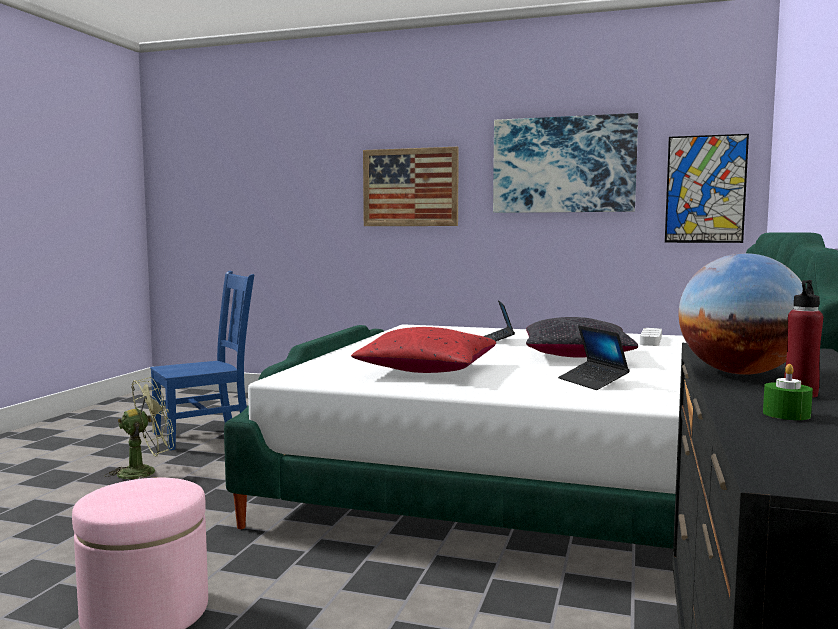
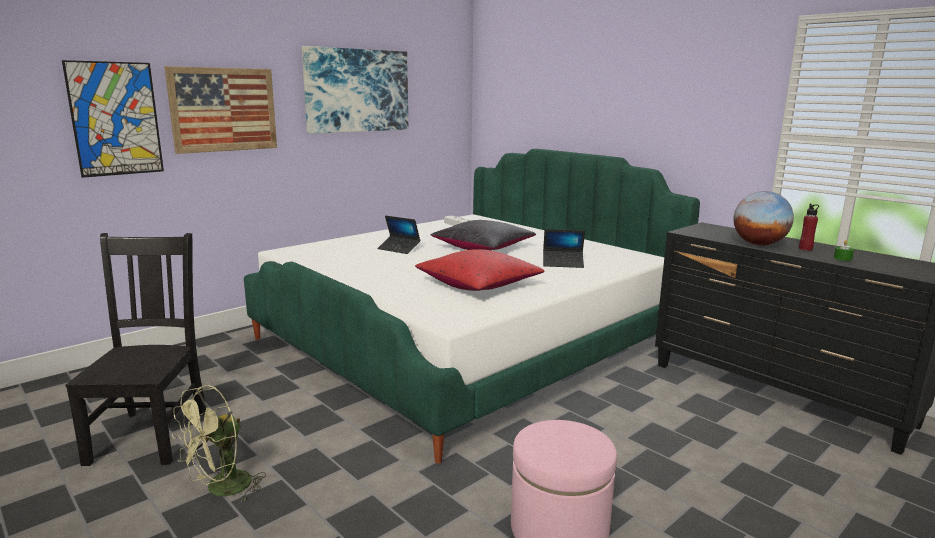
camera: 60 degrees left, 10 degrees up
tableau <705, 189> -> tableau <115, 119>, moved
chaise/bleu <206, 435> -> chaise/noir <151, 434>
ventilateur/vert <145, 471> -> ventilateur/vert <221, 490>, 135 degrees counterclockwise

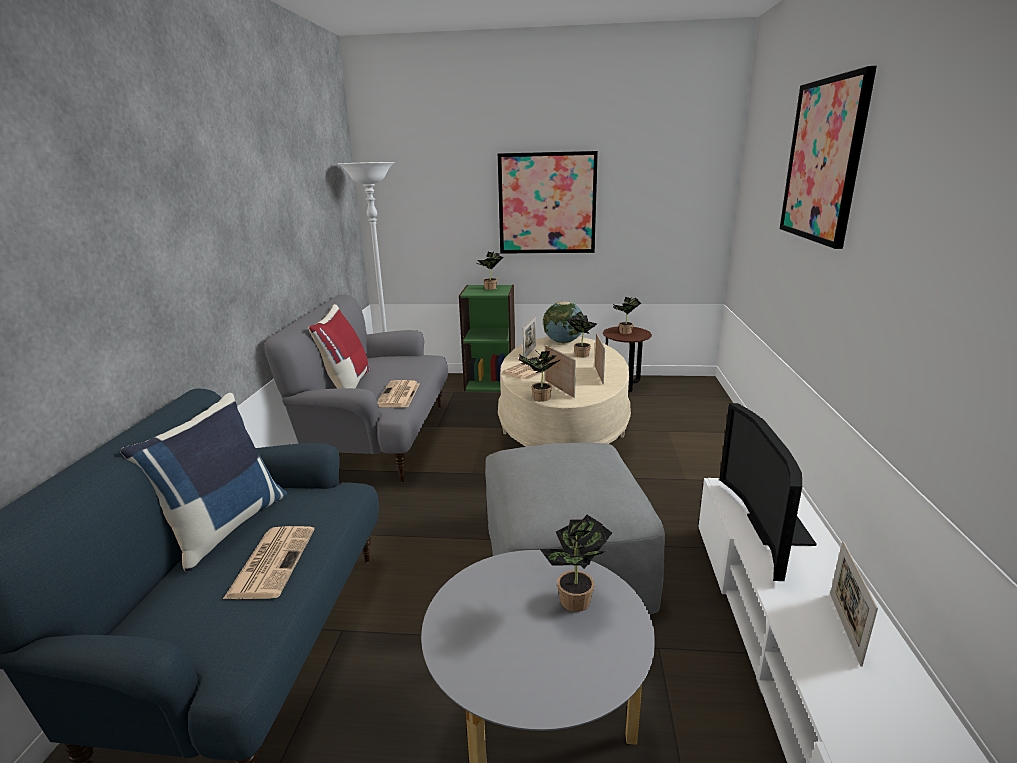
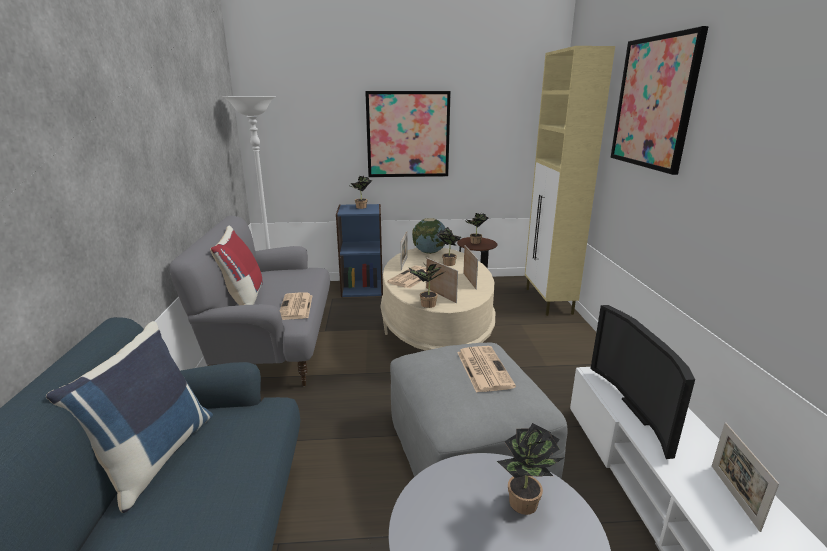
camera: 10 degrees left, 0 degrees up
bibliothèque/vert <490, 382> -> bibliothèque/bleu <362, 288>
journal <272, 561> -> journal <483, 368>, moved
none -> meuble de rangement/beige <548, 301>

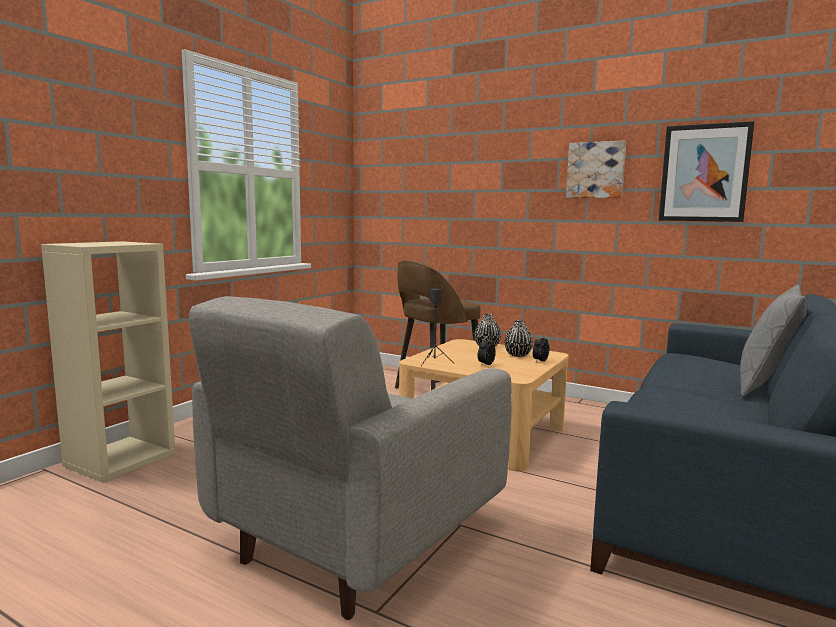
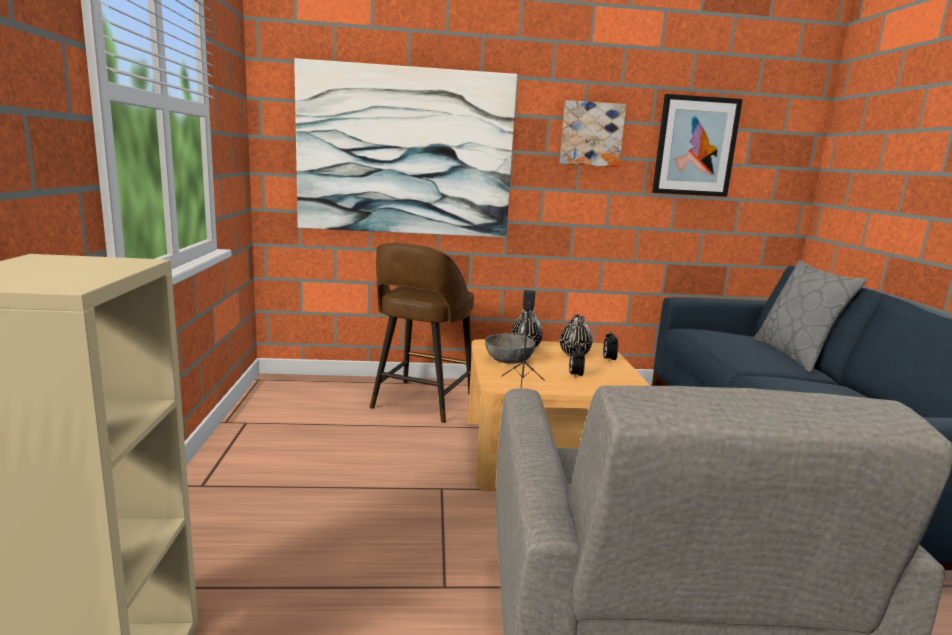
camera: 35 degrees left, 5 degrees up
none -> tableau <405, 152>
none -> bol/gris <508, 360>

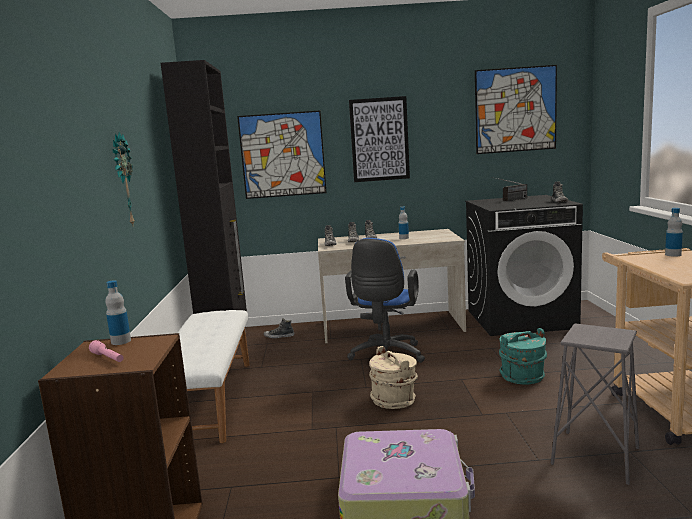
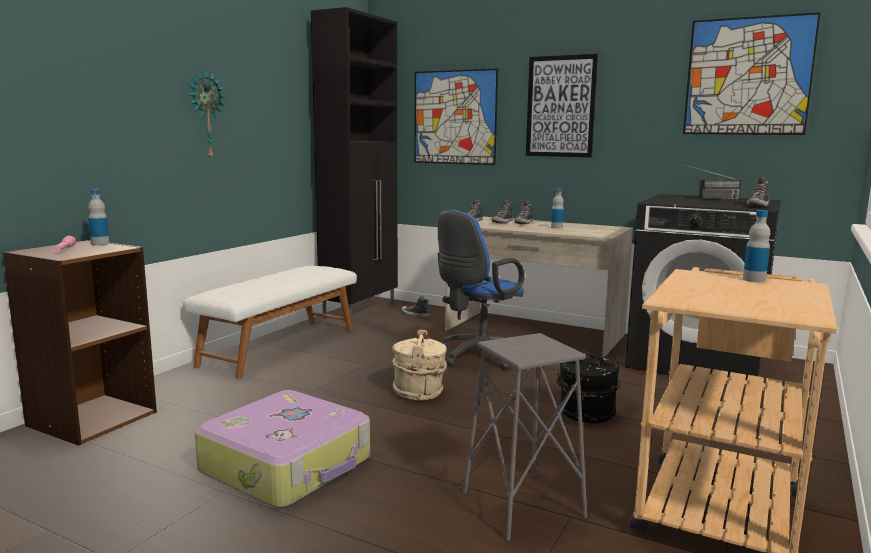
camera: 30 degrees right, 0 degrees up
seau/turquoise <522, 377> -> seau/noir <586, 413>

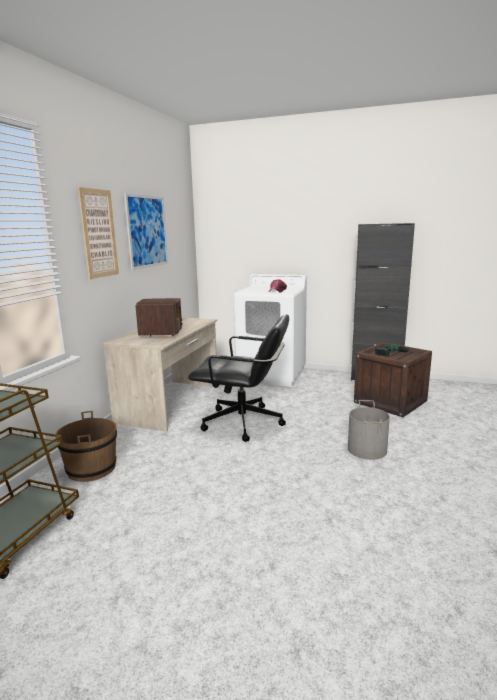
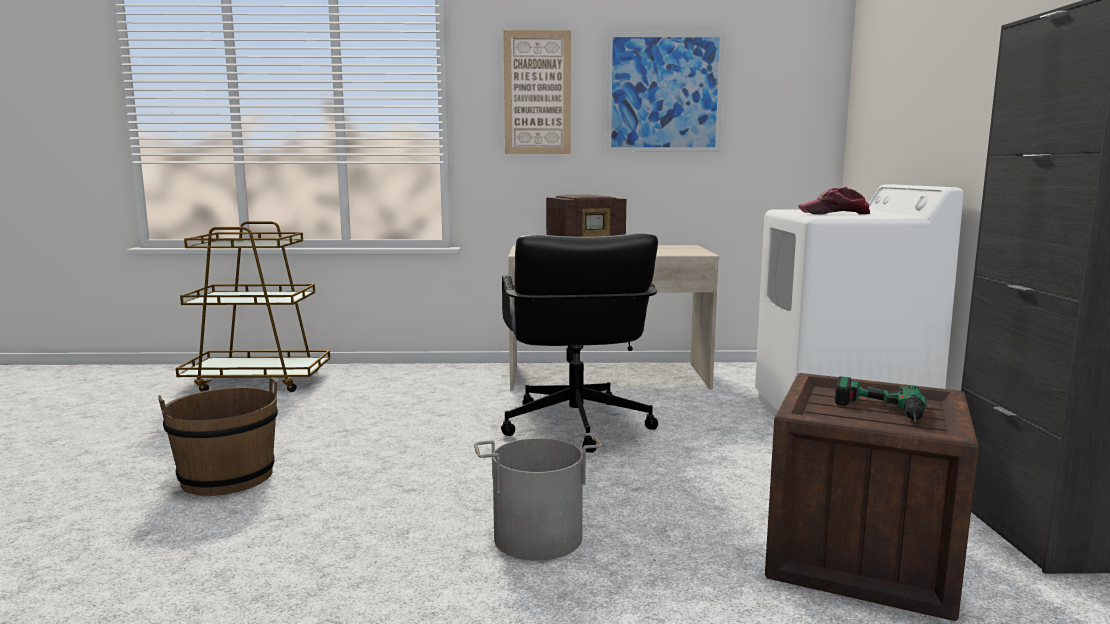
camera: 70 degrees right, 5 degrees down
seau/marron <91, 469> -> seau/marron <227, 477>, moved

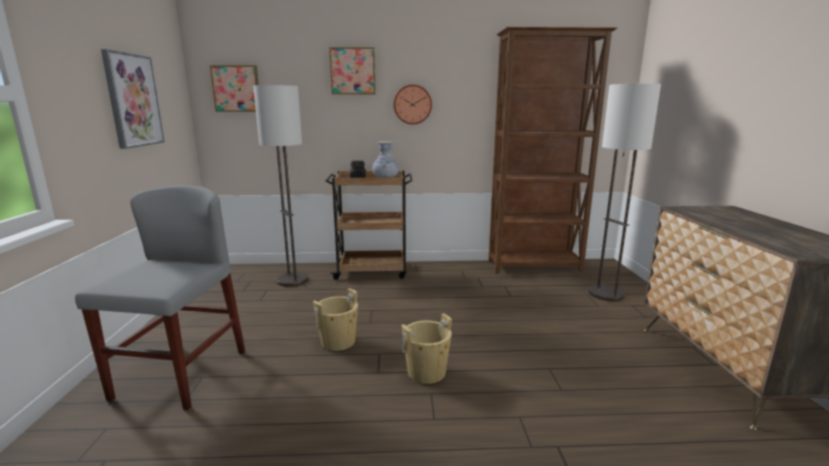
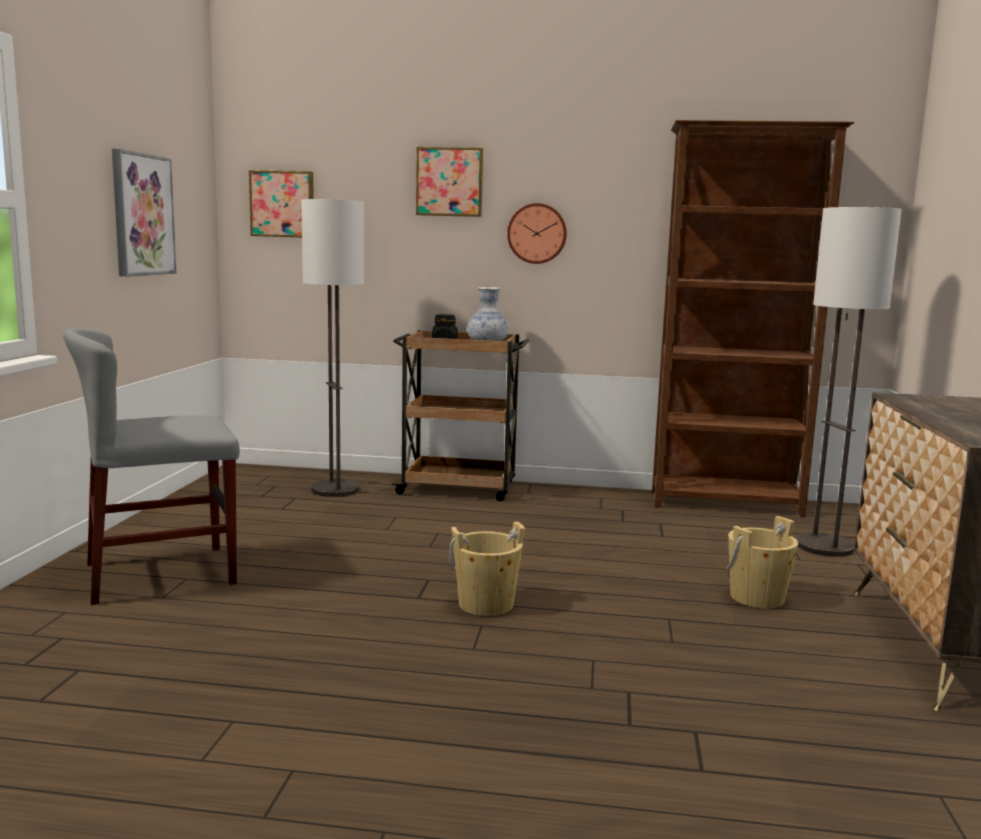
camera: 10 degrees right, 5 degrees down
chaise/gris <181, 374> -> chaise/gris <161, 573>, 135 degrees counterclockwise
seau/beige <338, 341> -> seau/beige <757, 597>, moved

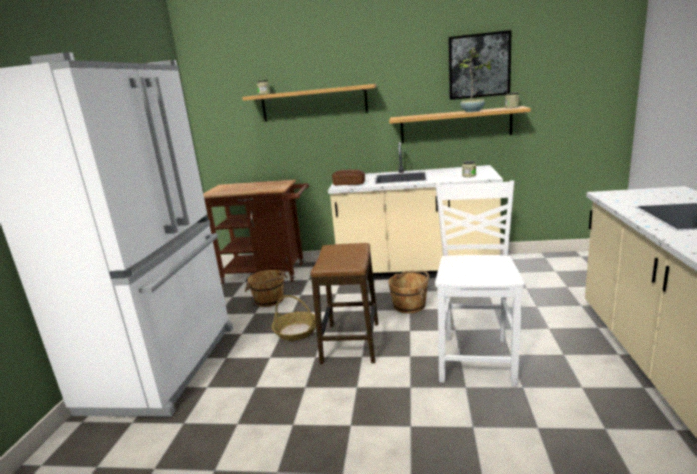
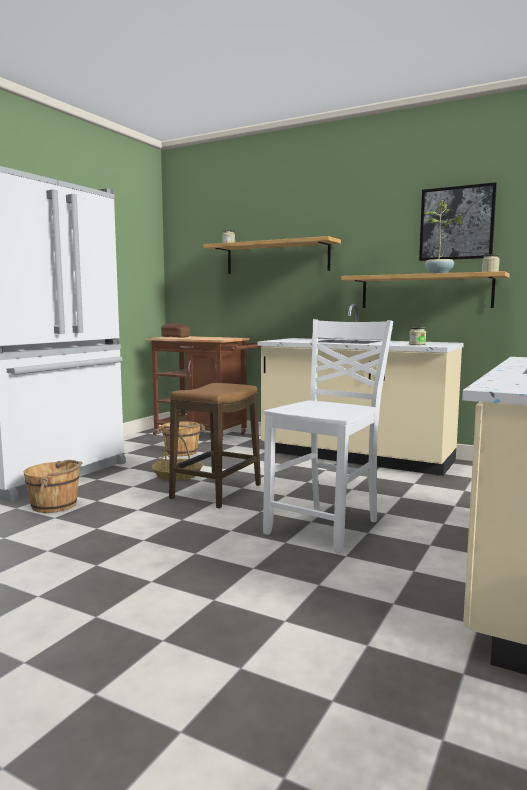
camera: 20 degrees right, 10 degrees down
seau/marron <410, 305> -> seau/marron <55, 505>, moved
pain <349, 184> -> pain <175, 337>, moved

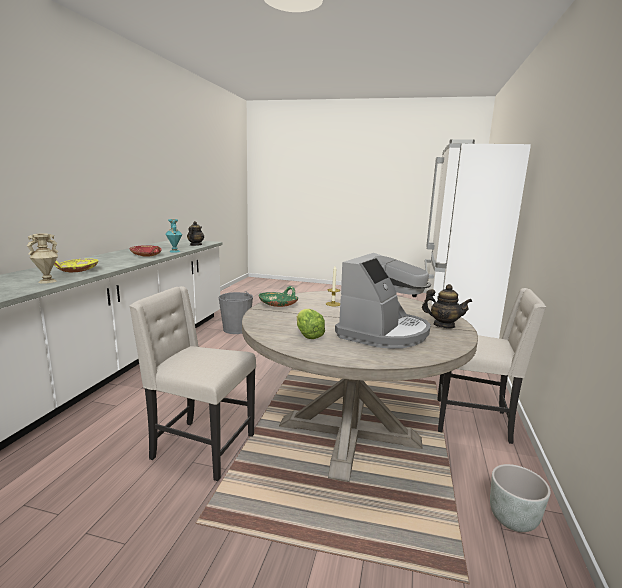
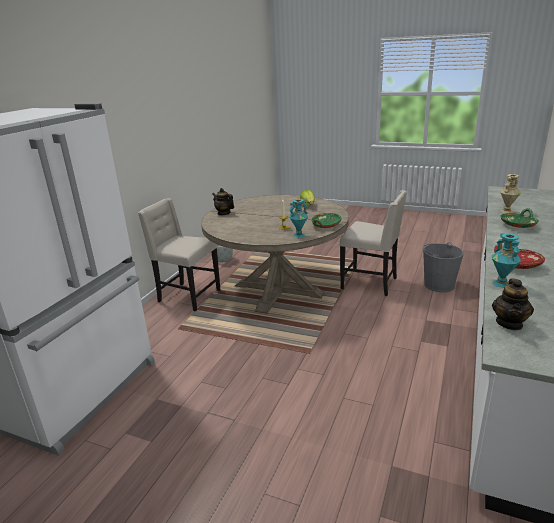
camera: 170 degrees left, 10 degrees up
none -> vase/turquoise <299, 235>
seau/gris <236, 329> -> seau/gris <438, 285>, moved
bol/jaune <77, 271> -> bol/vert <518, 225>
machine à café <383, 333> -> none

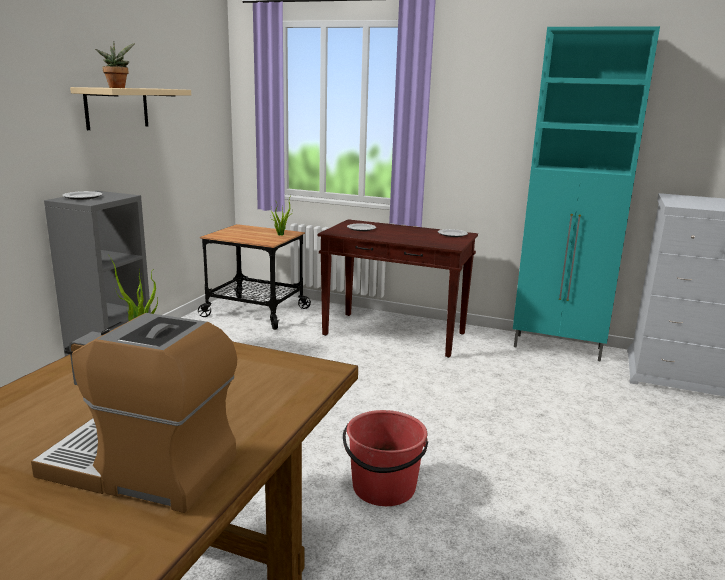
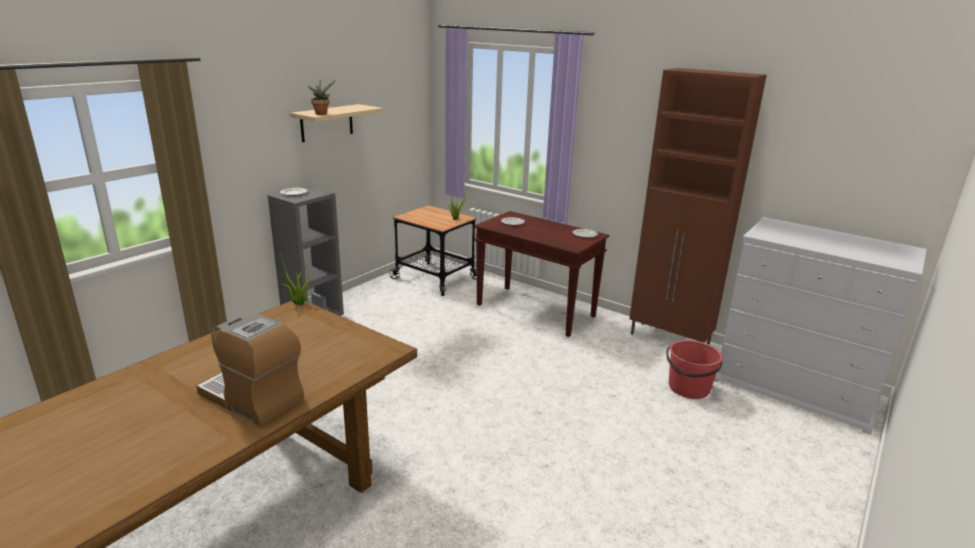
camera: 15 degrees right, 5 degrees up
meuble de rangement/turquoise <558, 348> -> meuble de rangement/marron <670, 340>
seau/rouge <383, 488> -> seau/rouge <688, 388>, moved

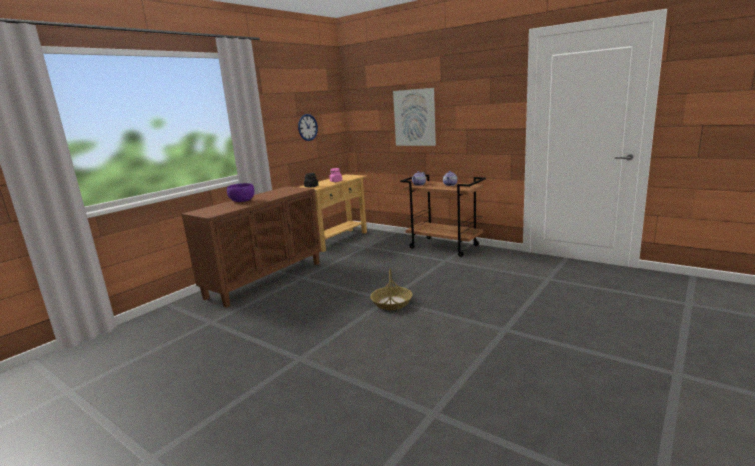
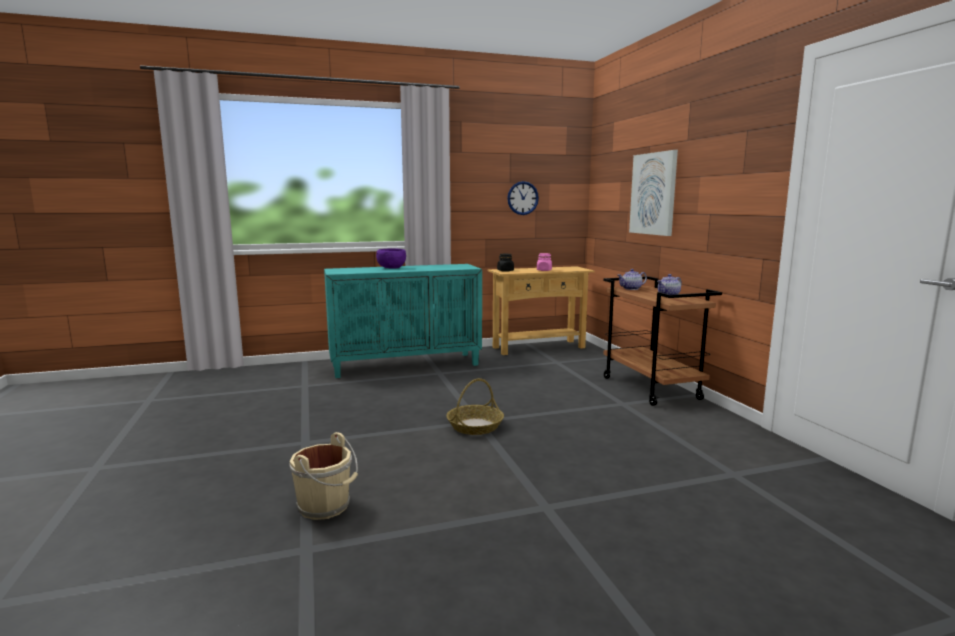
camera: 35 degrees right, 5 degrees down
none -> seau/beige <326, 506>
meuble de rangement/marron <265, 279> -> meuble de rangement/turquoise <406, 365>

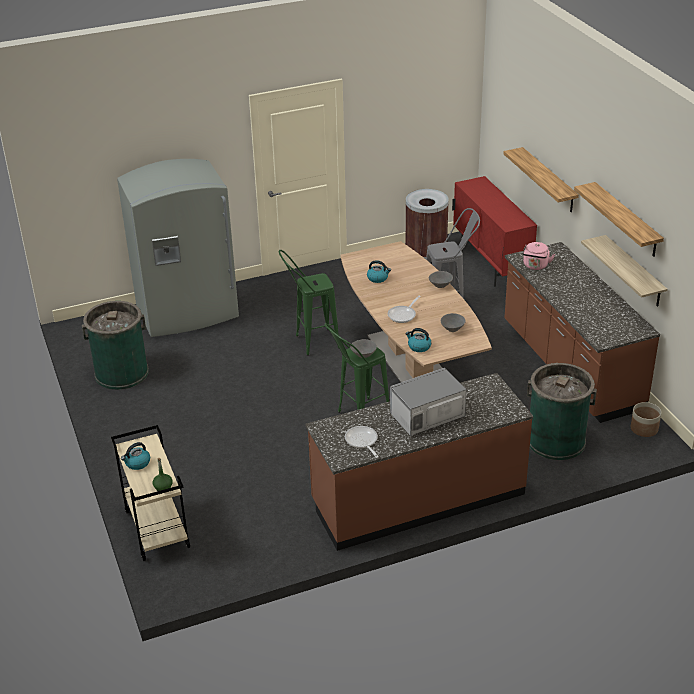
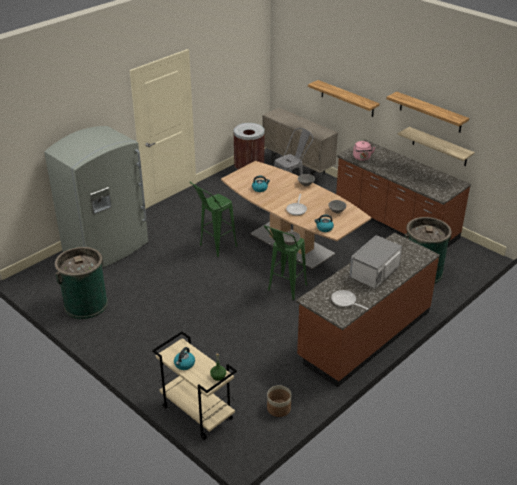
camera: 25 degrees left, 0 degrees up
meuble de rangement/rouge <491, 265> -> meuble de rangement/beige <297, 168>
cache-pot <644, 429> -> cache-pot <278, 408>, moved

